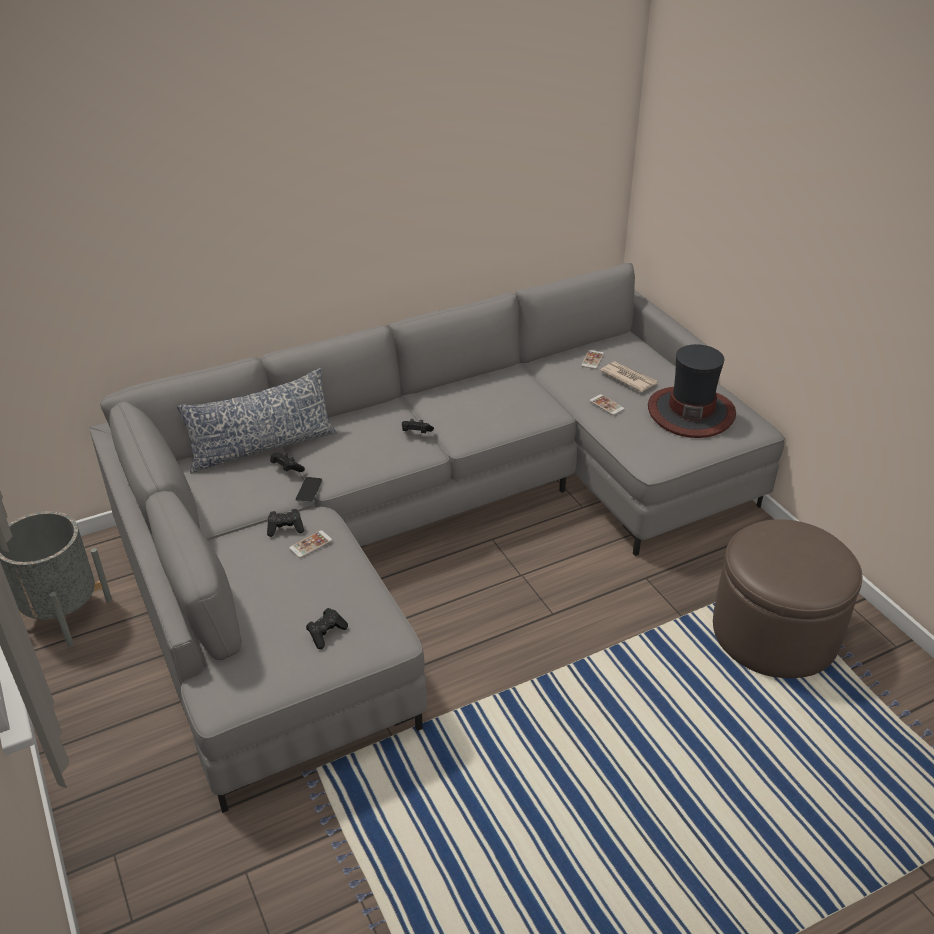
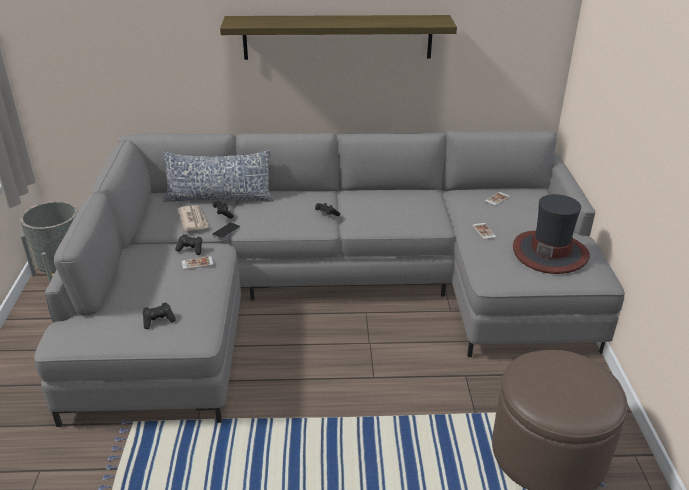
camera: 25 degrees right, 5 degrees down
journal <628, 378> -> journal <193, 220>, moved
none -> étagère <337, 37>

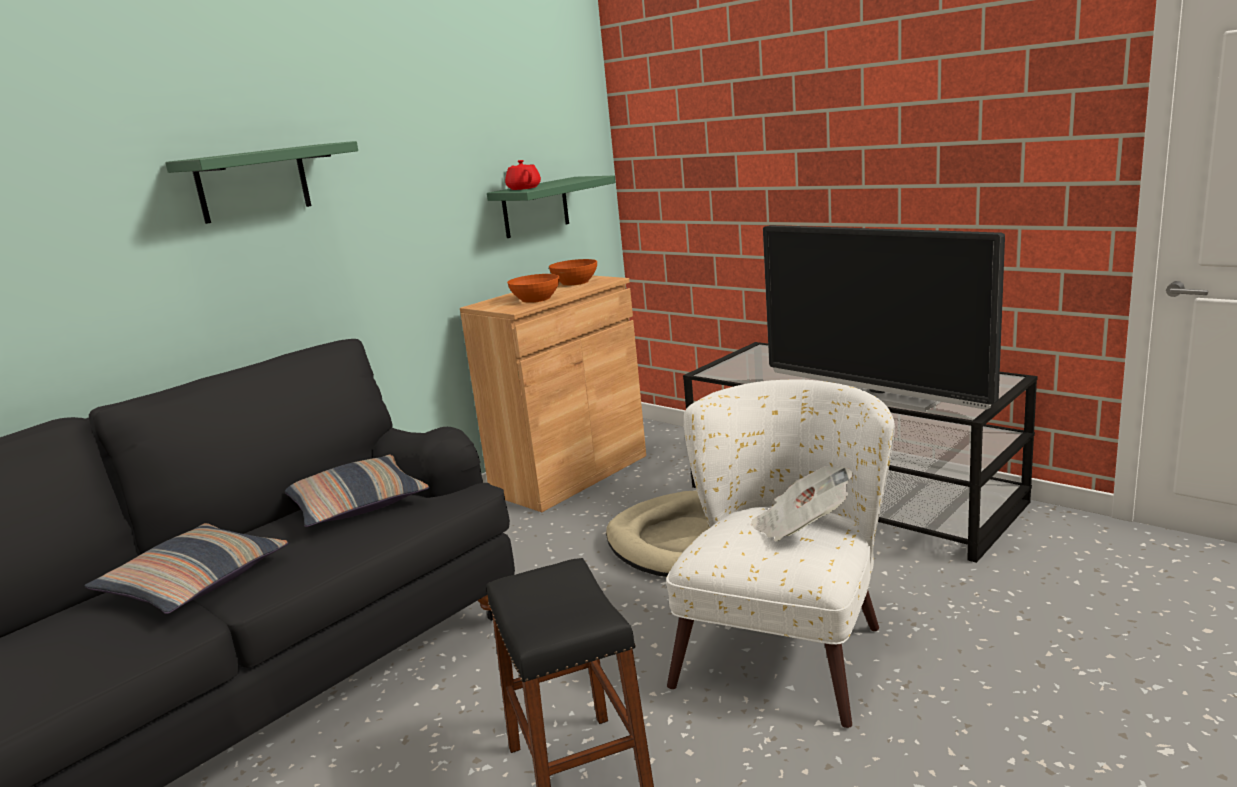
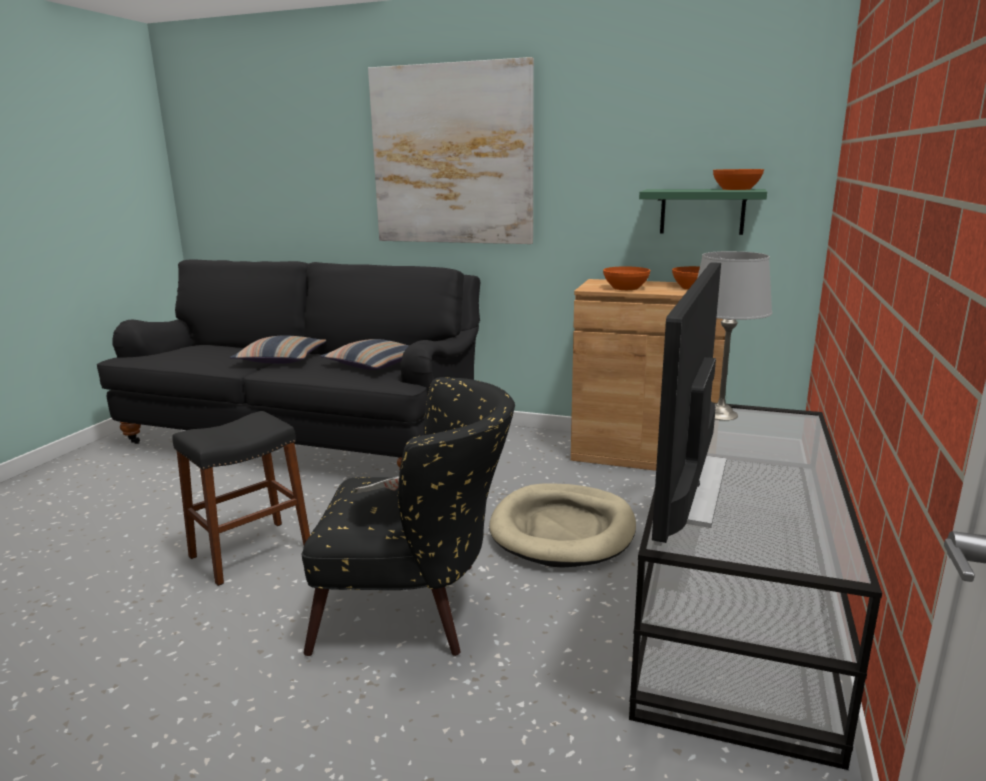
camera: 65 degrees right, 0 degrees up
fauteuil/blanc <787, 644> -> fauteuil/noir <418, 607>
étagère/vert <253, 183> -> tableau <452, 155>
none -> lampe de table/gris <721, 414>
none -> bol/orange <736, 189>
théière/rouge <524, 188> -> none

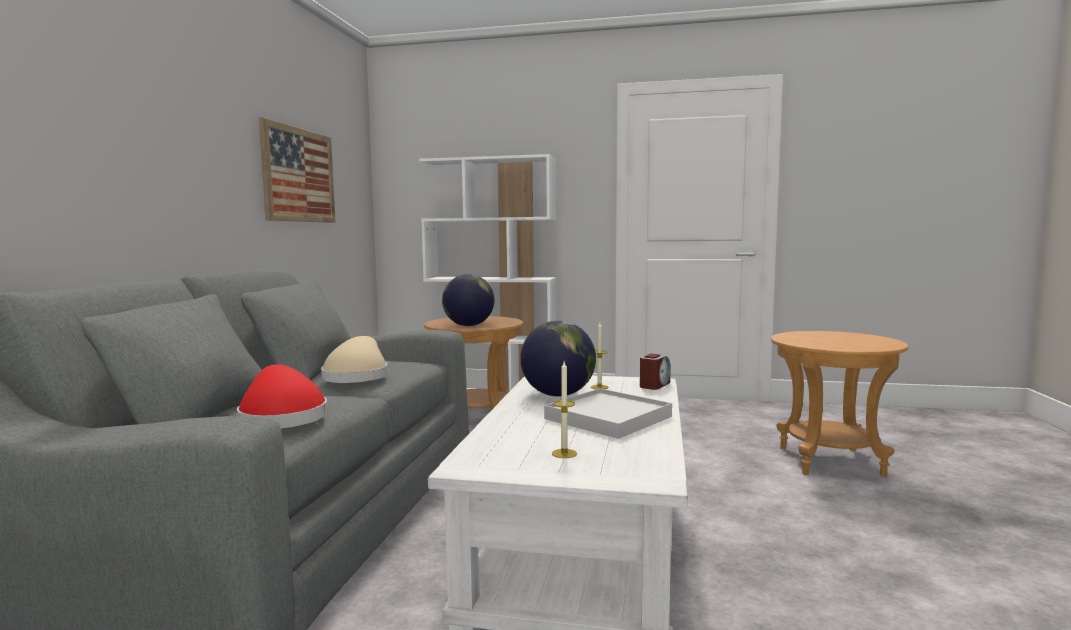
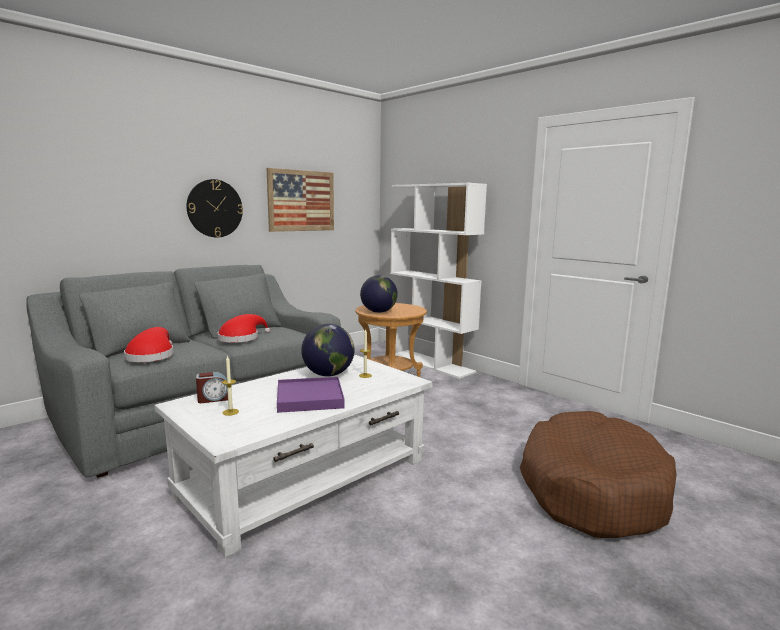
camera: 35 degrees right, 5 degrees up
none -> horloge murale <215, 208>
réveil <654, 385> -> réveil <213, 399>, moved
chapeau/beige <357, 376> -> chapeau/rouge <241, 338>
plateau/blanc <607, 418> -> plateau/violet <309, 398>
table d'appoint/marron <830, 461> -> panier pour chien/marron <591, 489>

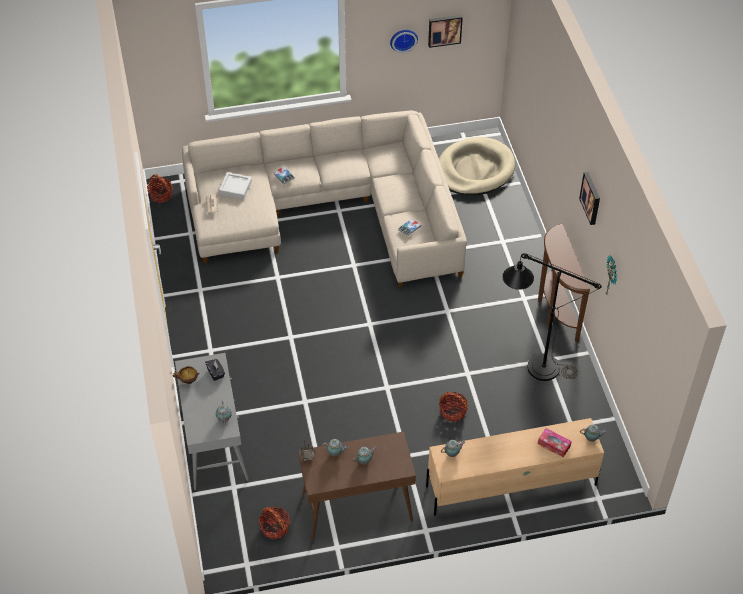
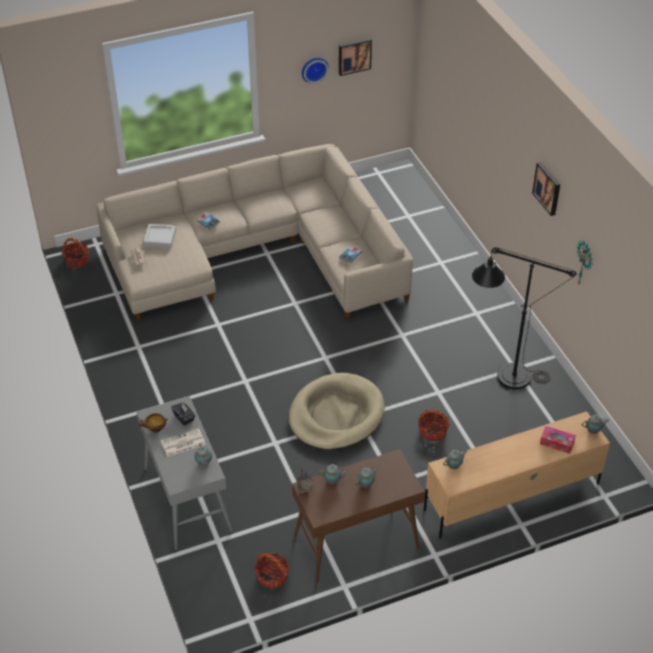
camera: 10 degrees left, 5 degrees down
none -> journal <182, 443>
panier pour chien/beige <474, 170> -> panier pour chien/beige <336, 415>, moved
table console/marron <555, 311> -> none

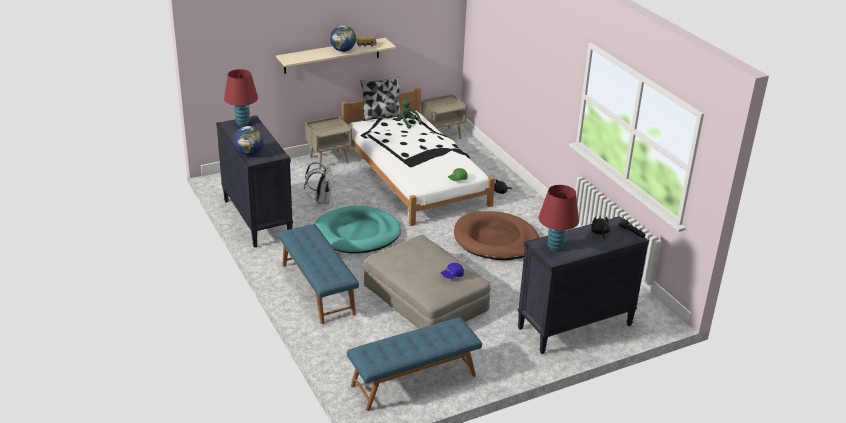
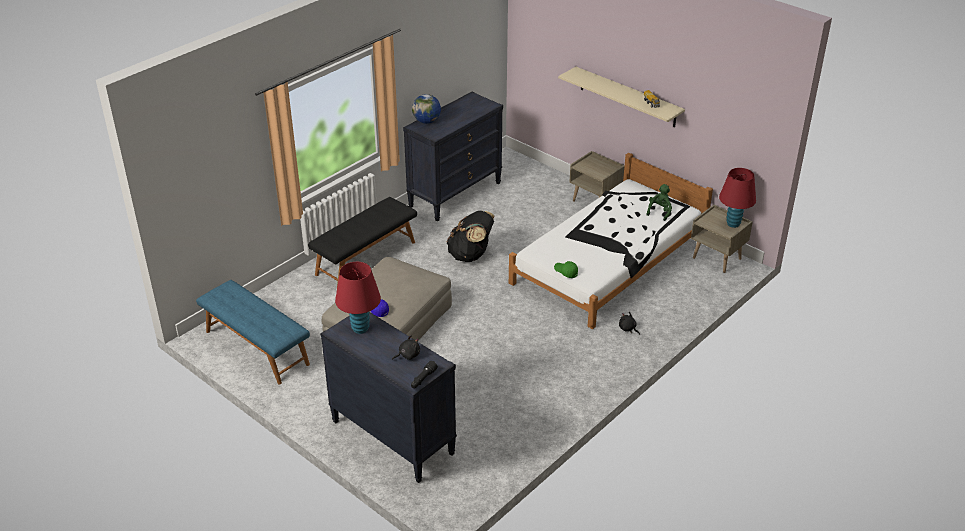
camera: 70 degrees right, 5 degrees up
banc/bleu <317, 289> -> banc/noir <365, 258>
panier pour chien/turquoise <357, 233> -> sac à dos/noir <471, 255>
lampe de table/rouge <243, 123> -> lampe de table/rouge <733, 224>, moved
sac à dos/blanc <321, 200> -> none
globe <343, 50> -> none
coussin <381, 116> -> none
panier pour chien/marron <495, 240> -> none

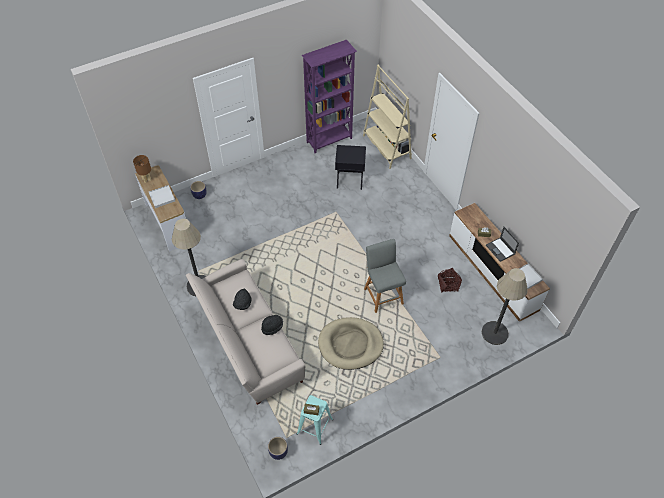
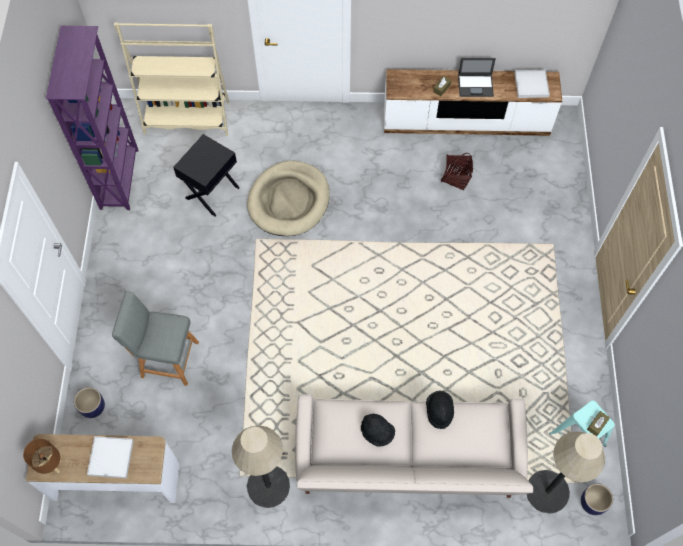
camera: 60 degrees left, 10 degrees up
tabouret/gris <382, 294> -> tabouret/gris <166, 358>, moved
panier pour chien/beige <350, 344> -> panier pour chien/beige <289, 201>, moved
lampadaire <494, 333> -> lampadaire <547, 491>, moved

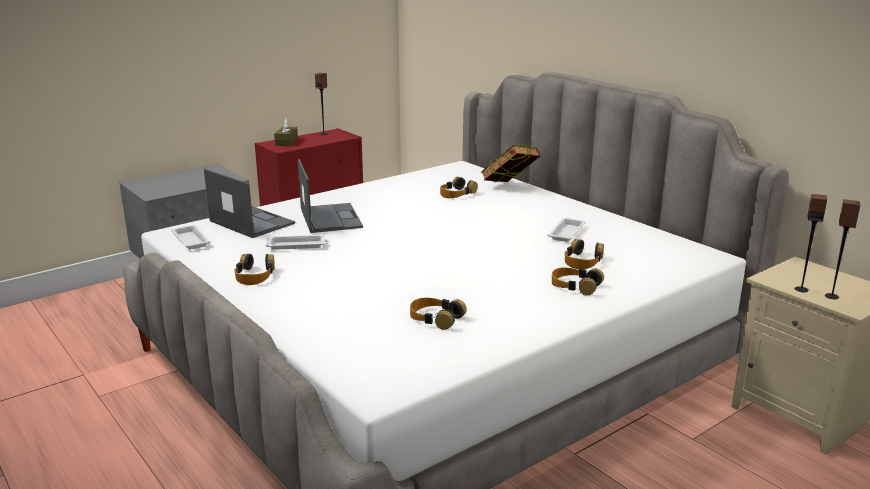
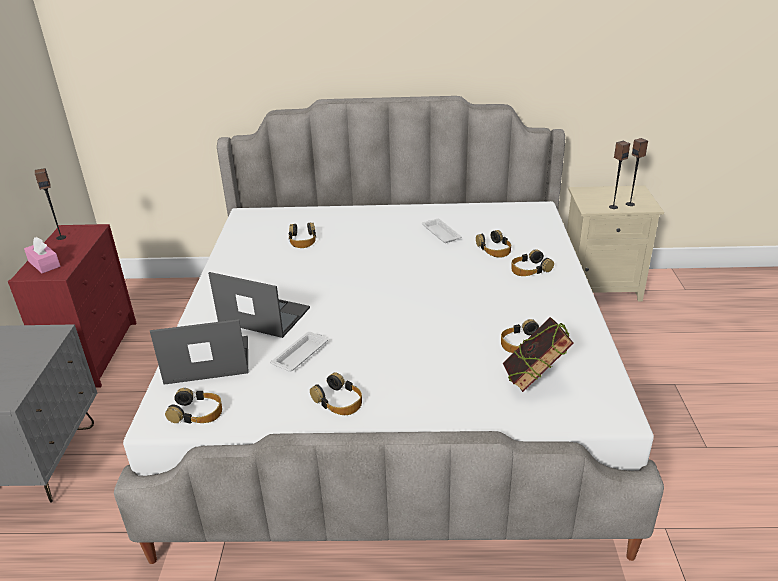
camera: 50 degrees left, 10 degrees up
boîte à mouchoirs/marron <286, 142> -> boîte à mouchoirs/rose <44, 264>
plateau/blanc <190, 240> -> casque audio <197, 413>
livre <509, 187> -> livre <534, 380>, moved

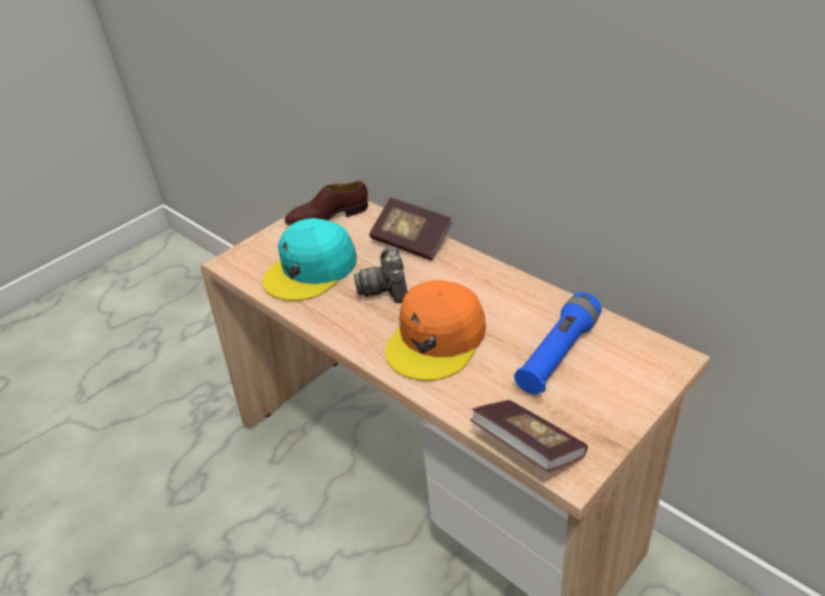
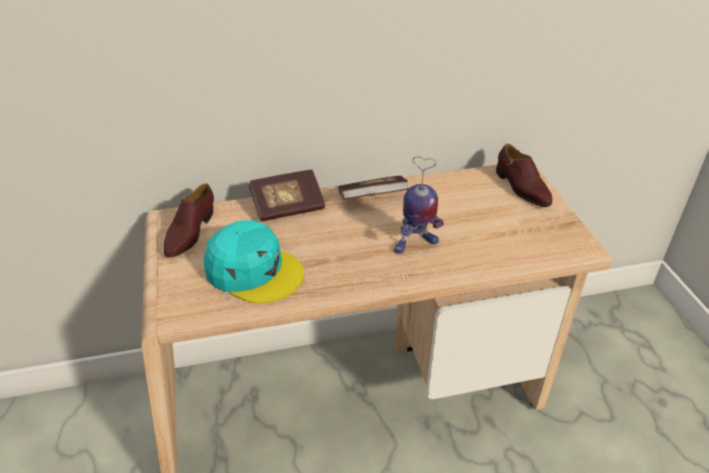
camera: 60 degrees left, 0 degrees up
casquette/turquoise <311, 270> -> casquette/turquoise <254, 270>, 45 degrees counterclockwise
livre <527, 447> -> livre <372, 199>, moved
casquette/orange <437, 339> -> robot jouet <415, 245>
none -> chaussure/marron <521, 188>
appareil photo <386, 288> -> none
lampe de poche/bleu <558, 354> -> none

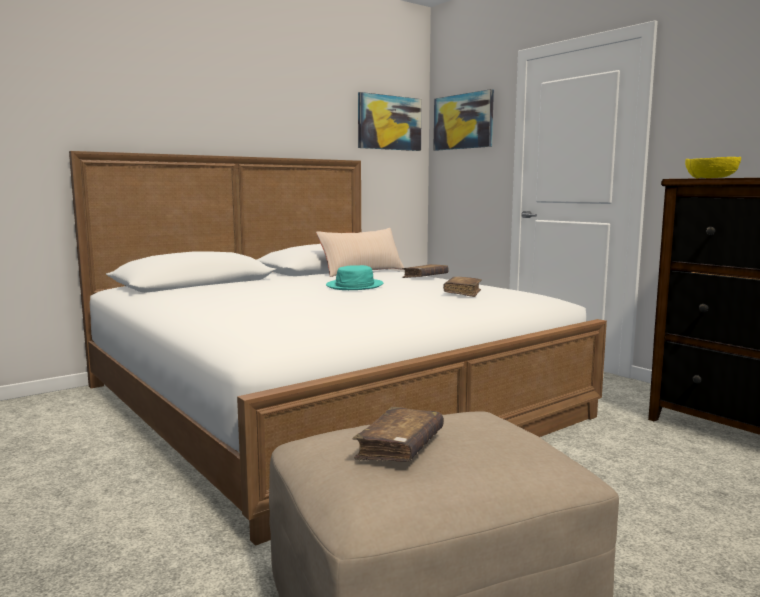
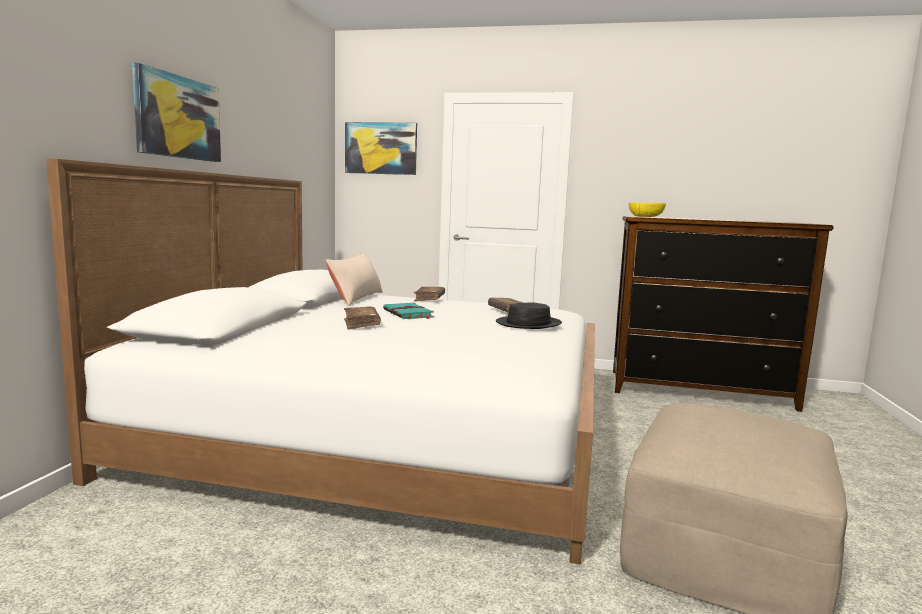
camera: 40 degrees left, 0 degrees up
tableau <389, 123> -> tableau <178, 117>, moved
livre/marron <400, 447> -> livre/marron <361, 324>, moved
chapeau/turquoise <355, 286> -> livre/turquoise <408, 314>
none -> chapeau/noir <529, 324>

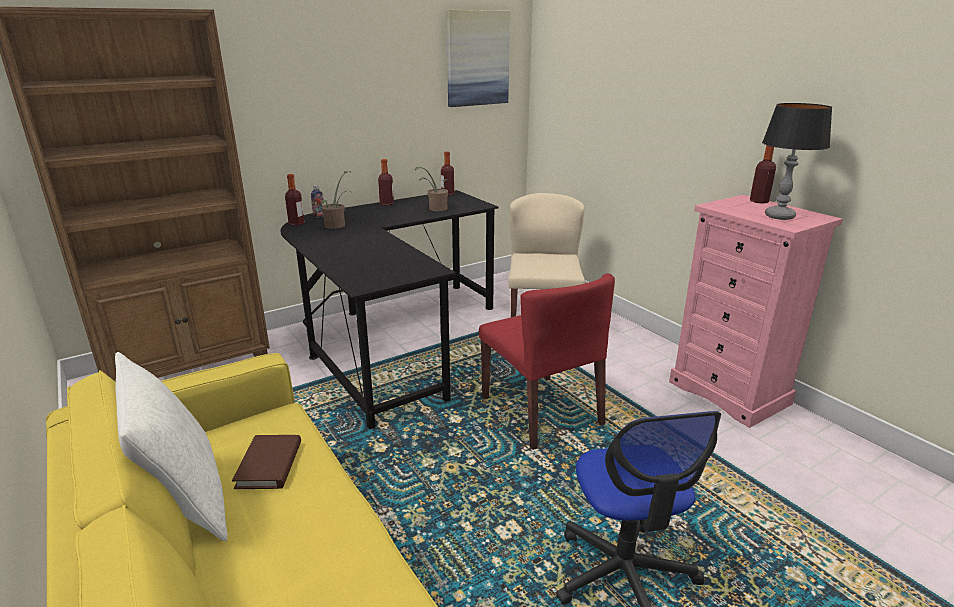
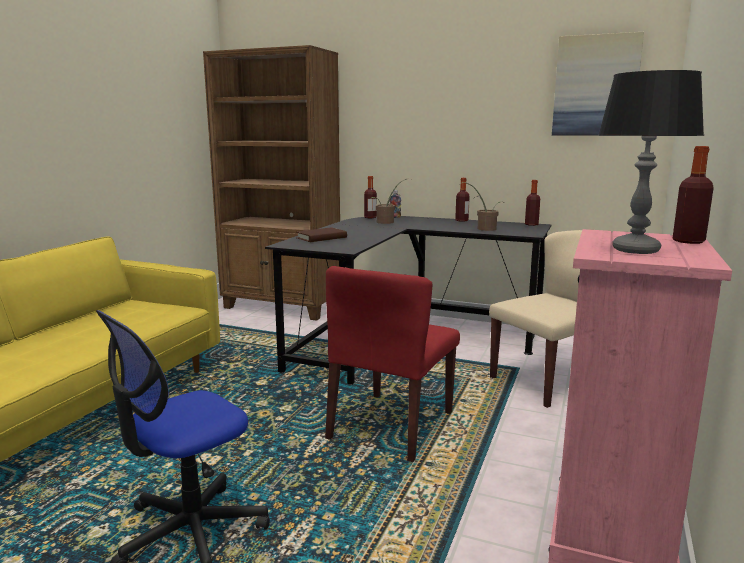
camera: 55 degrees right, 10 degrees down
livre/marron <269, 465> -> livre/marron <321, 238>, moved
coussin/blanc <185, 501> -> none

